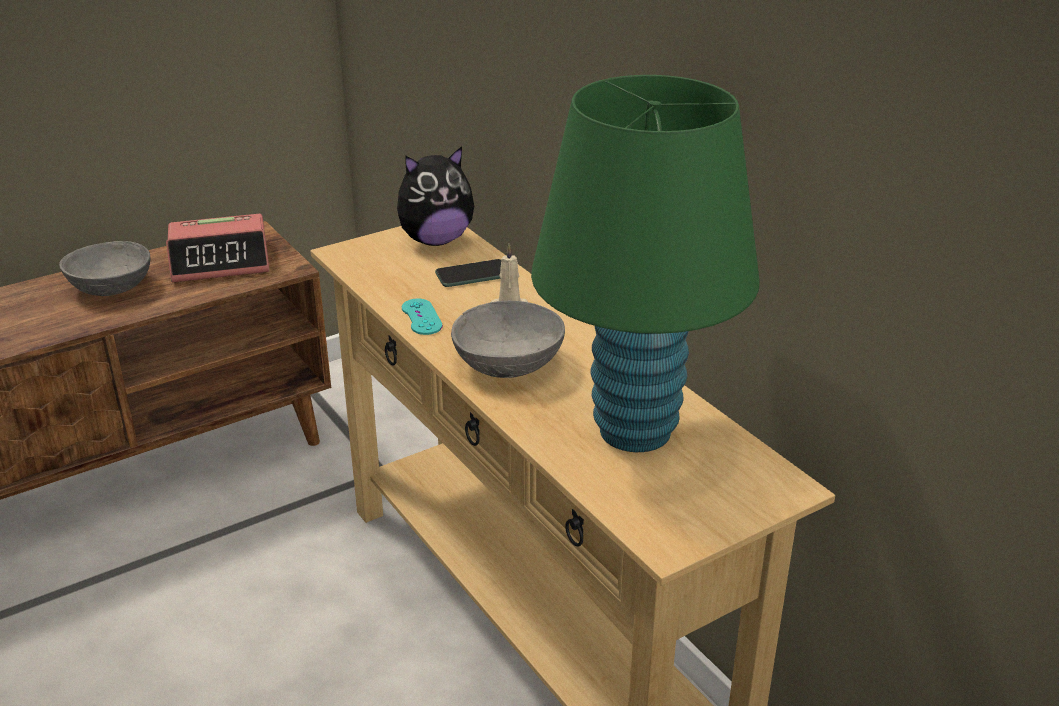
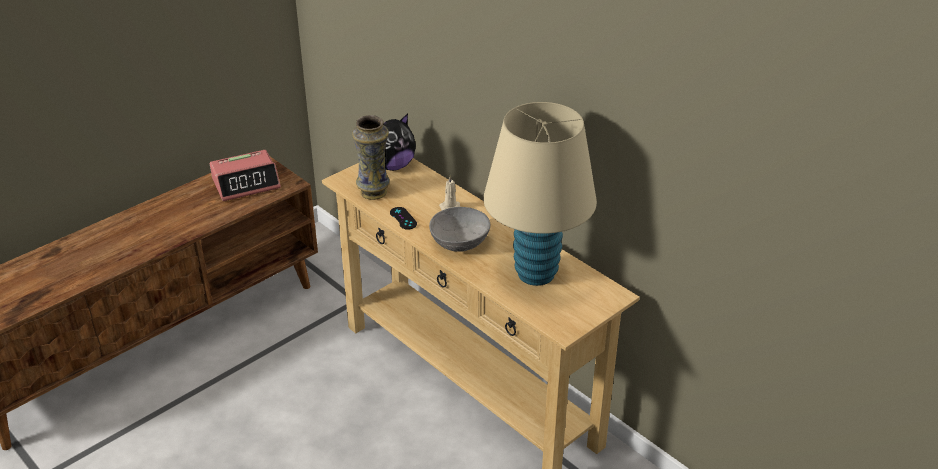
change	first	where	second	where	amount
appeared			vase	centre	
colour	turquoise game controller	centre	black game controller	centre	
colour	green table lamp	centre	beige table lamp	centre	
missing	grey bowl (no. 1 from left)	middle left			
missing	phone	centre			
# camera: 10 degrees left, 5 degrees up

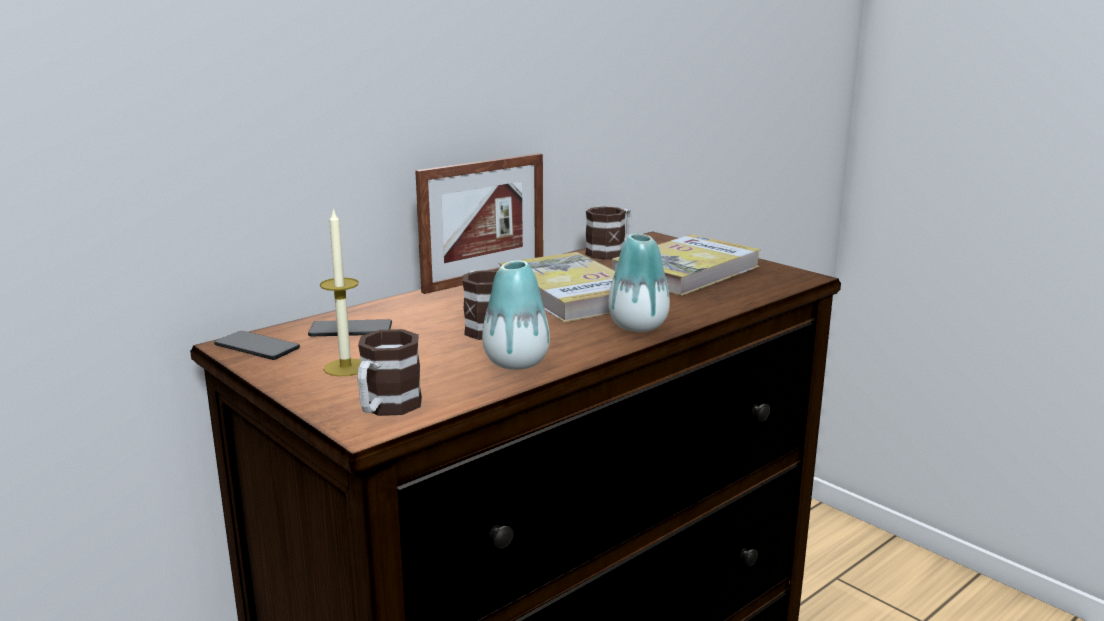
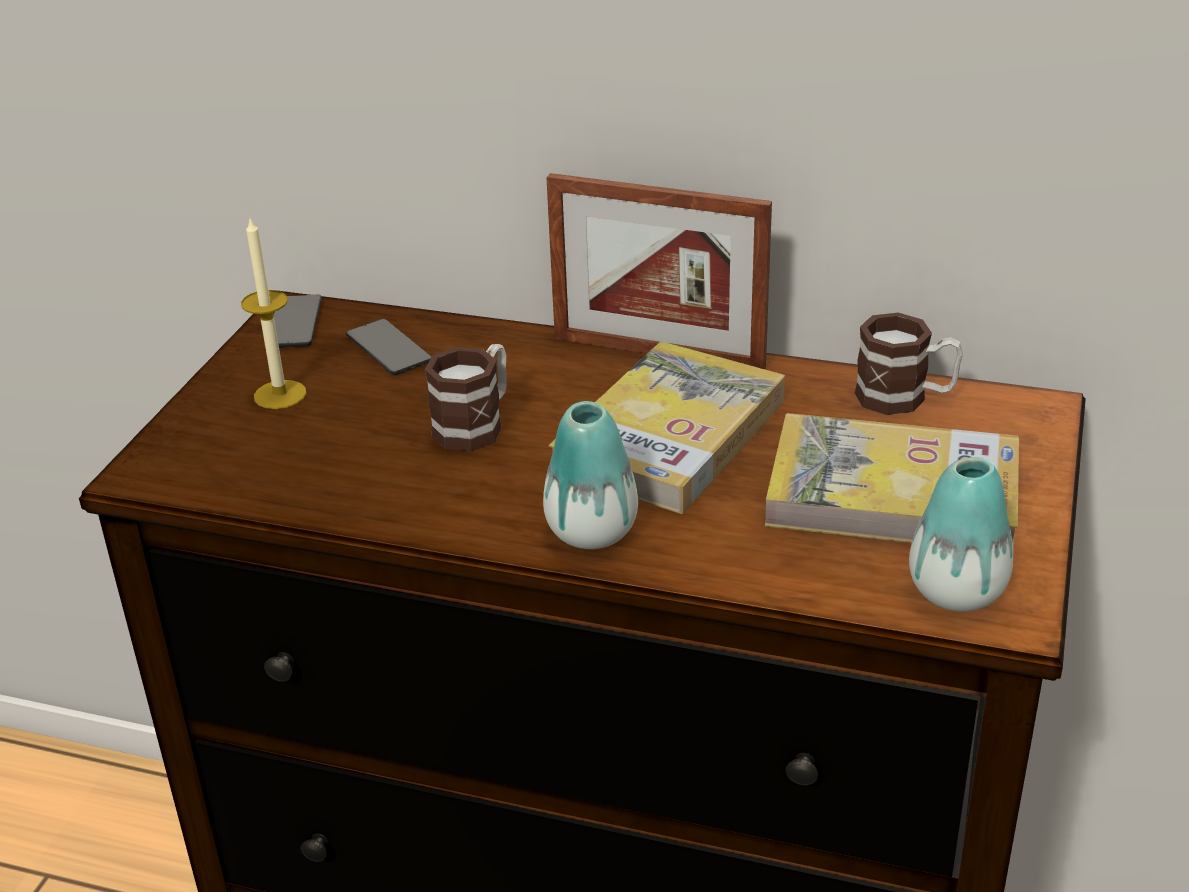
change	first	where	second	where	amount
relocated	vase (no. 1 from left in the first image)	centre	vase (no. 2 from left)	middle right	
missing	mug (no. 1 from left)	centre			
# camera: 60 degrees right, 15 degrees up

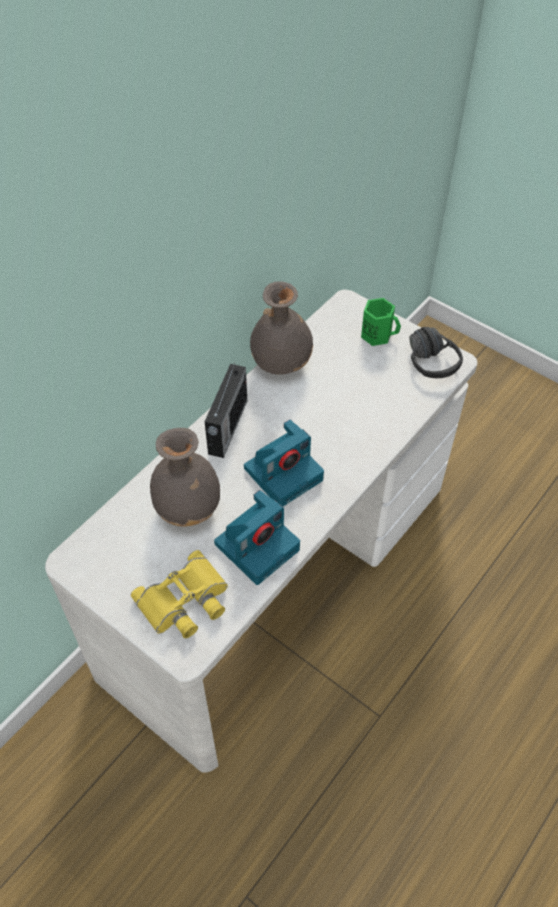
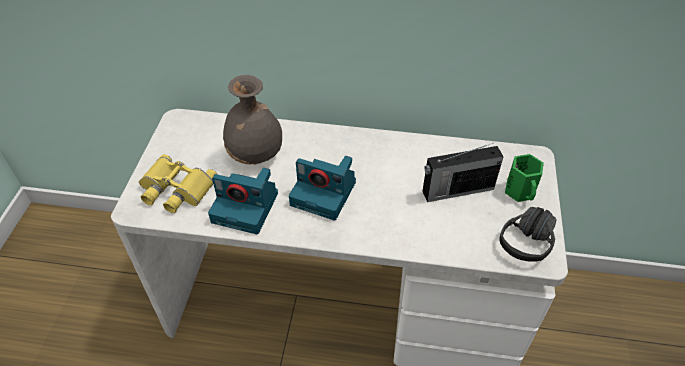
change	first	where	second	where	amount
relocated	radio	centre		middle right	
missing	grey vase (no. 2 from left)	centre			
# camera: 60 degrees right, 5 degrees down

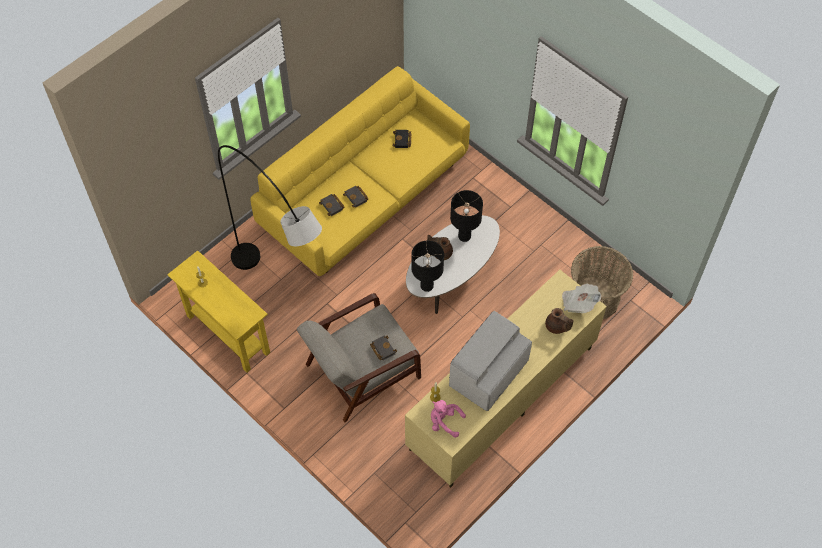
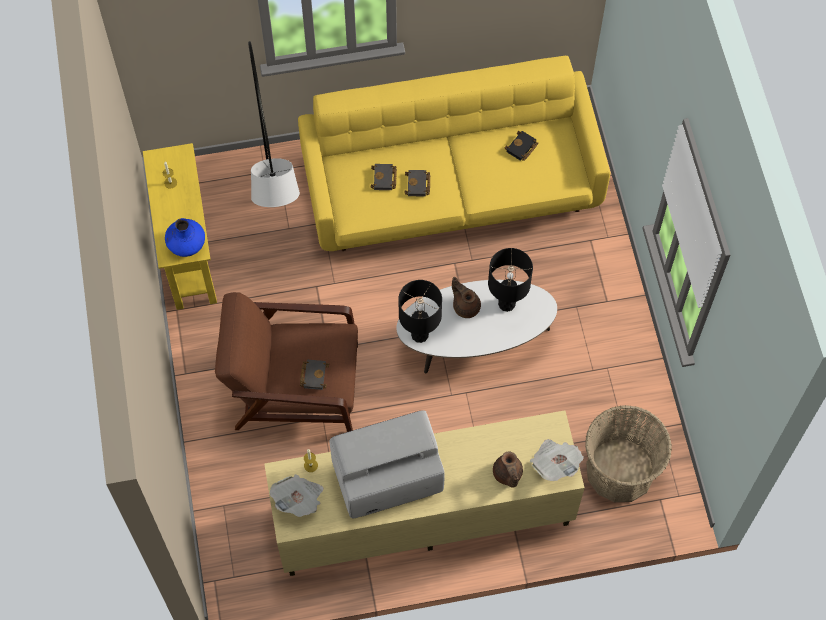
change	first	where	second	where	amount
appeared			blue vase	middle left	
colour	grey armchair	centre	brown armchair	centre	
exchanged	pink plush toy	bottom centre	newspaper (no. 1 from left)	bottom centre	
# camera: 35 degrees right, 5 degrees up

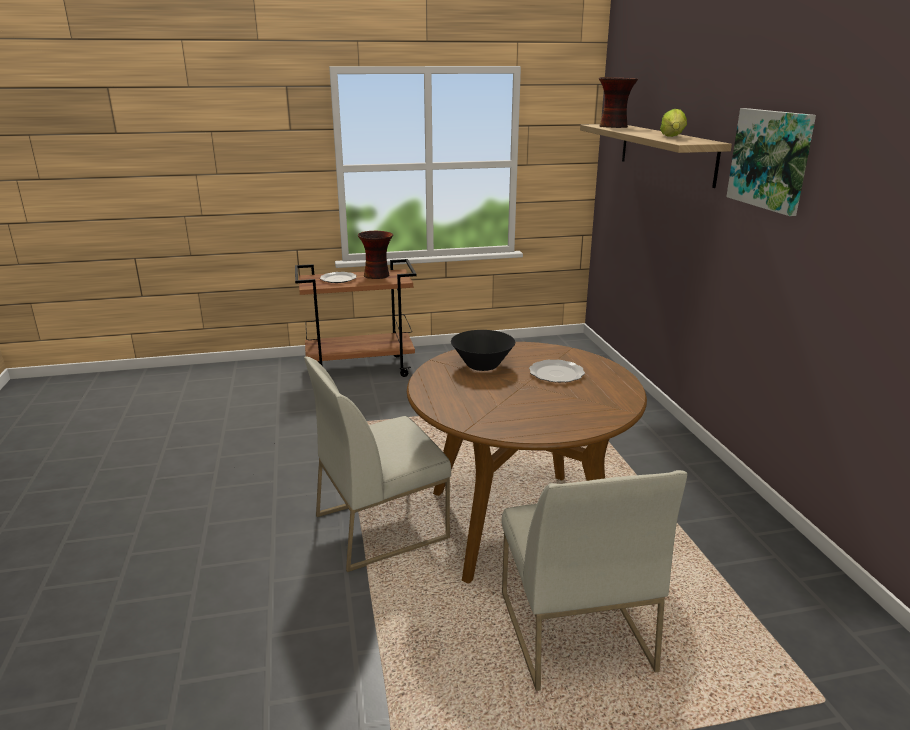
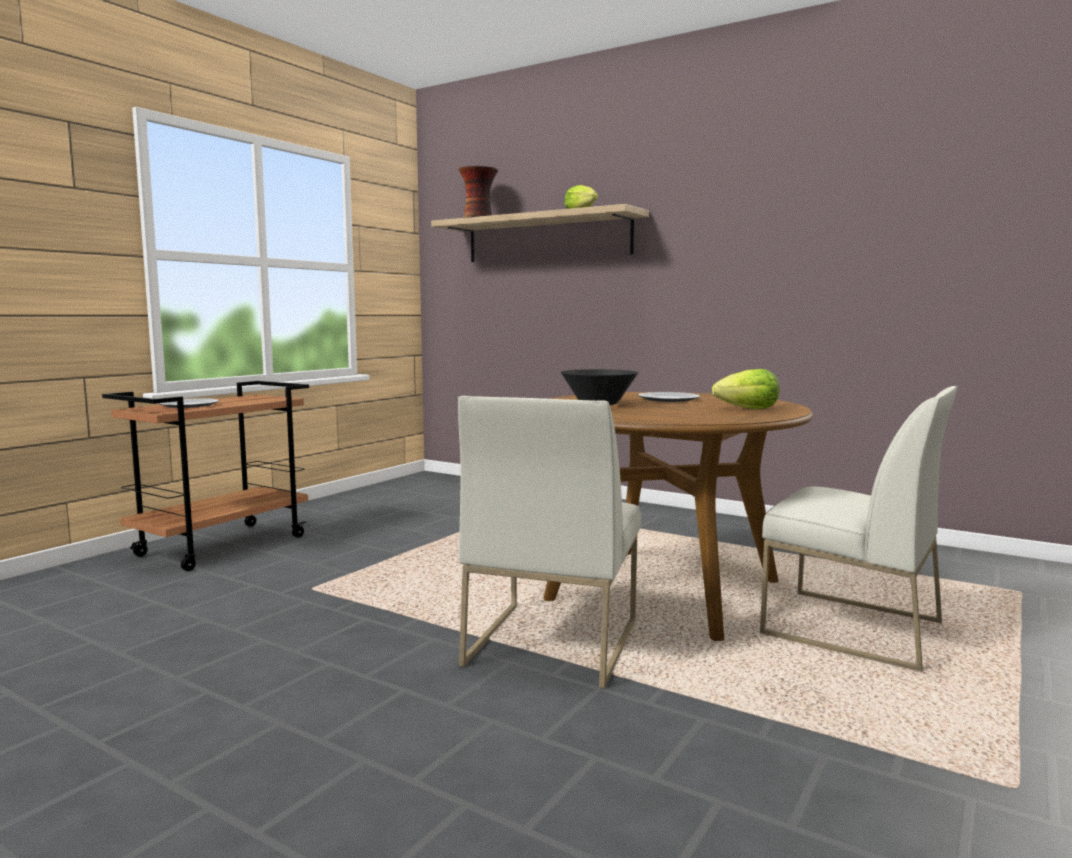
change	first	where	second	where	amount
appeared			lettuce (no. 2 from left)	middle right	
missing	vase (no. 1 from left)	centre			
missing	picture	top right			
# camera: 45 degrees left, 15 degrees down

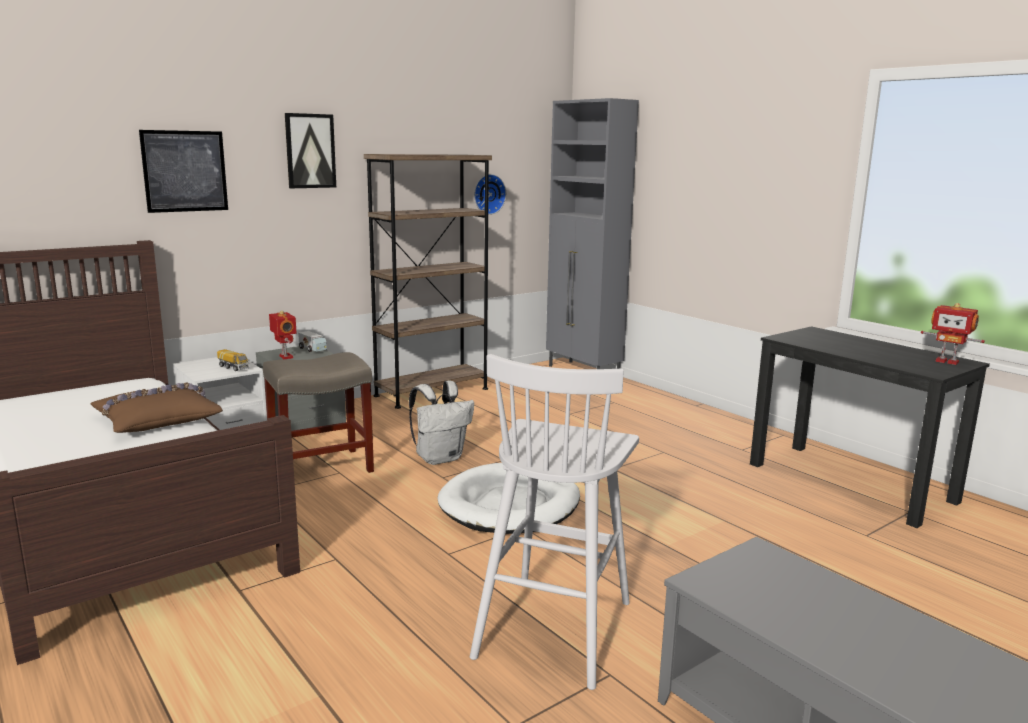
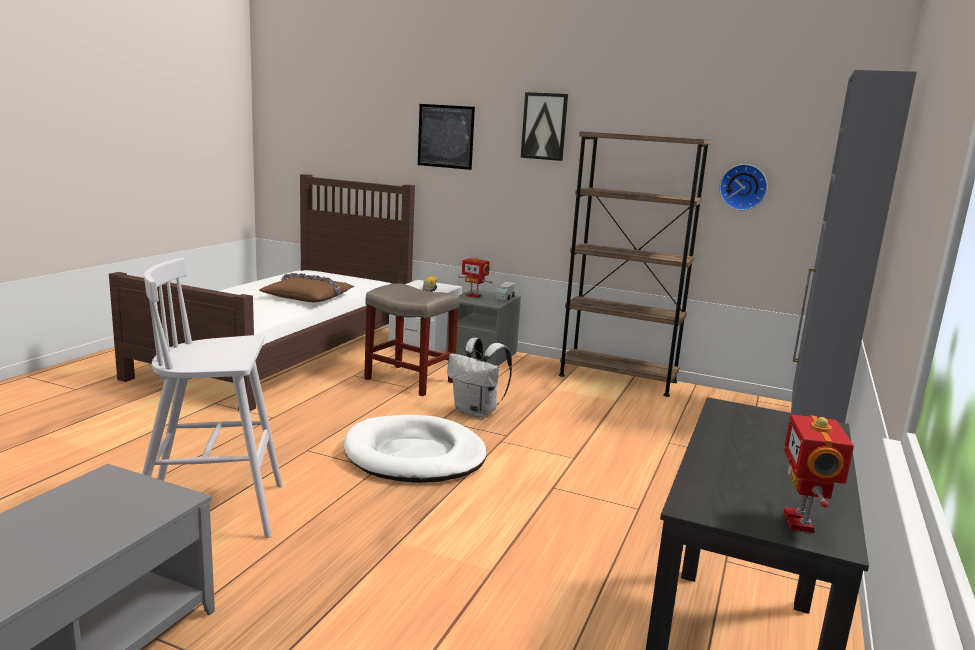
change	first	where	second	where	amount
spun	toy robot (no. 1 from left)	middle left		centre	90 degrees clockwise
# camera: 60 degrees right, 0 degrees up

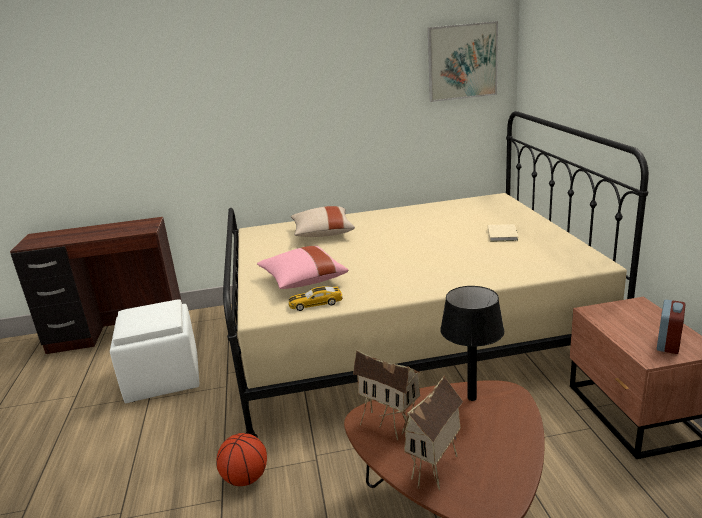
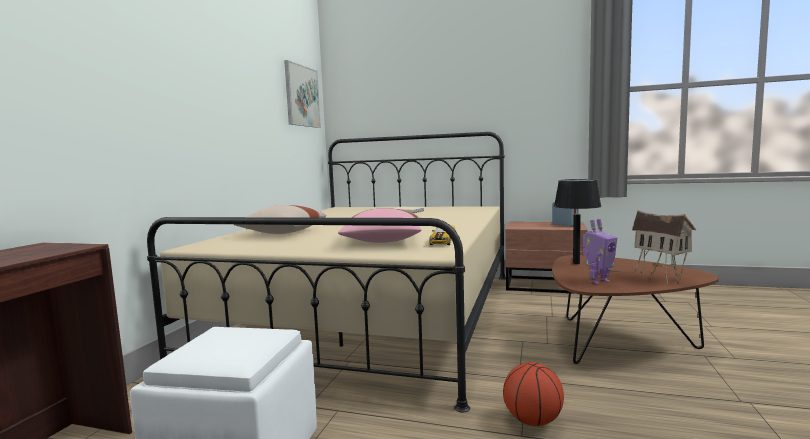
change	first	where	second	where	amount
exchanged	toy house (no. 1 from left)	bottom centre	toy robot	middle right	
# camera: 65 degrees left, 15 degrees down

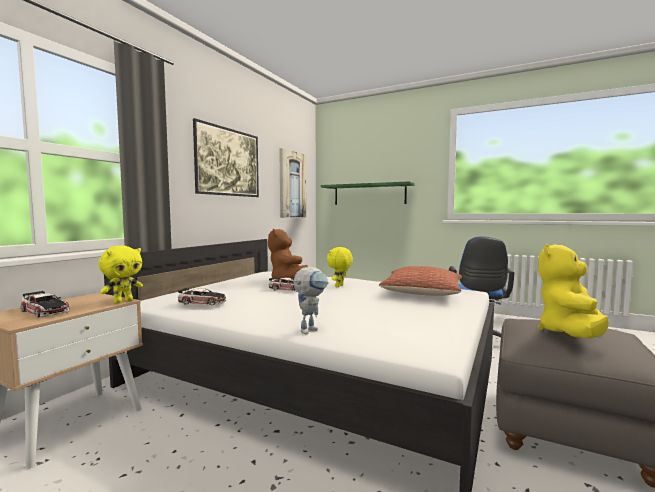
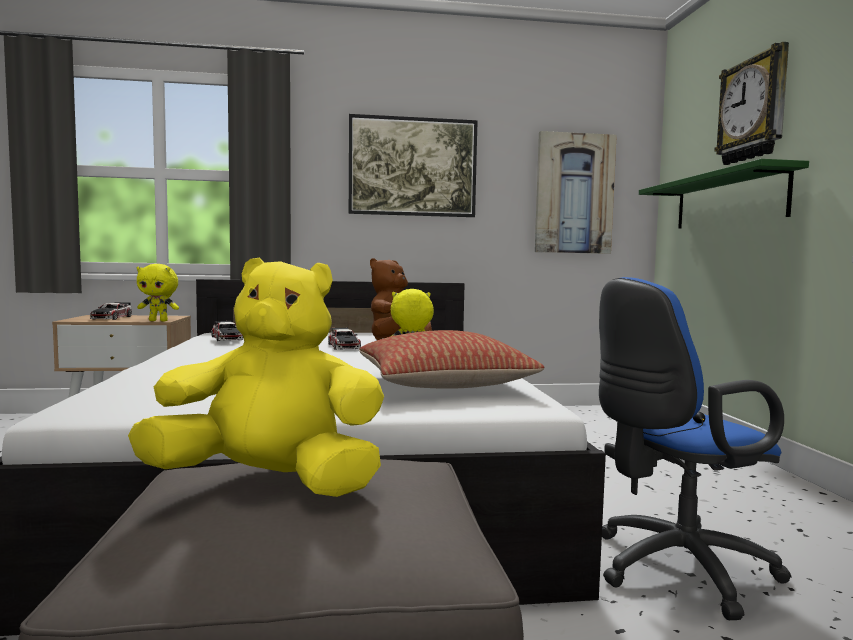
change	first	where	second	where	amount
appeared			wall clock	top right	
missing	toy robot	centre			
# camera: 55 degrees right, 0 degrees up

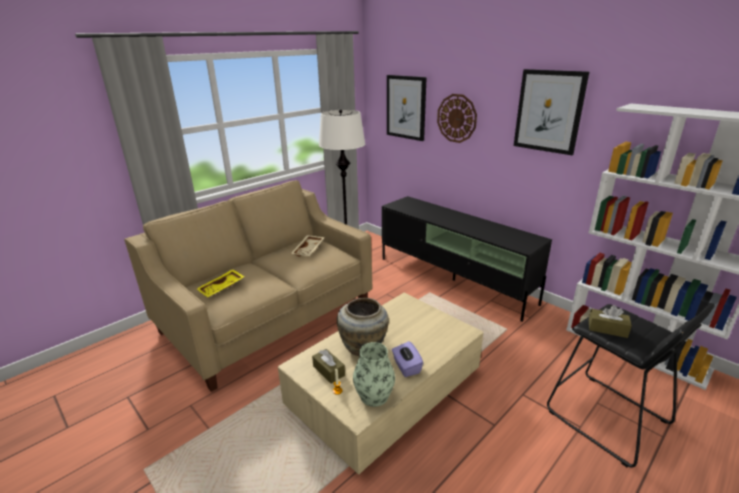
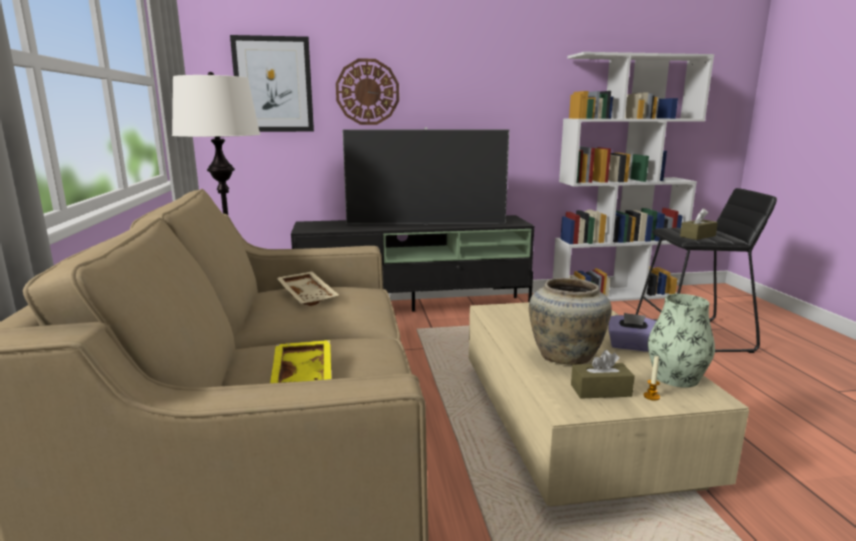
change	first	where	second	where	amount
appeared			television	top centre	
missing	picture (no. 2 from left)	top right			
# camera: 55 degrees left, 10 degrees down

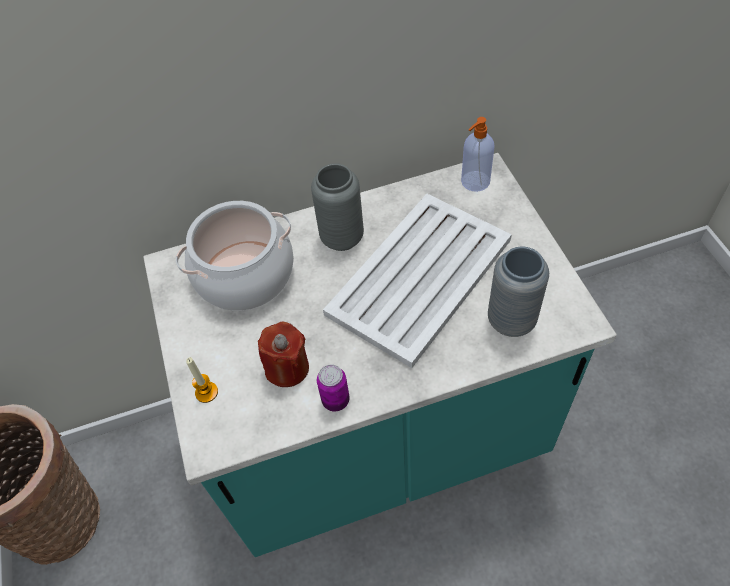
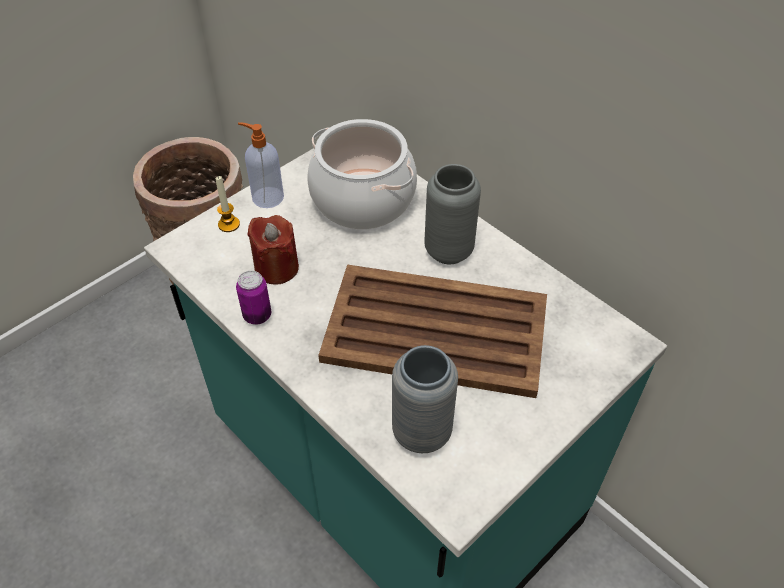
change	first	where	second	where	amount
relocated	soap dispenser	top centre		top left	
colour	white tray	centre	brown tray	centre	
# camera: 60 degrees right, 5 degrees down

